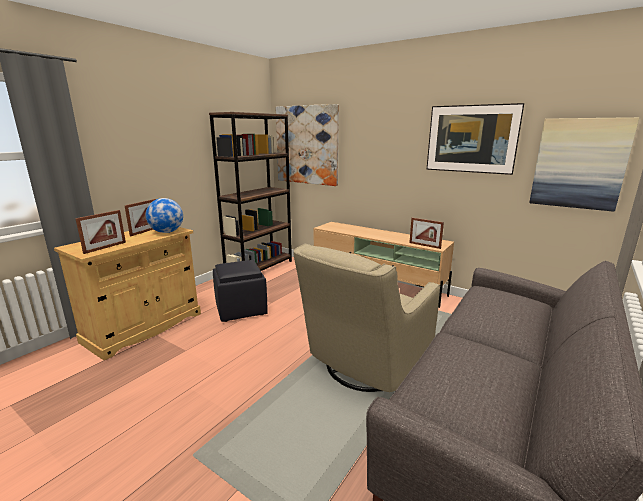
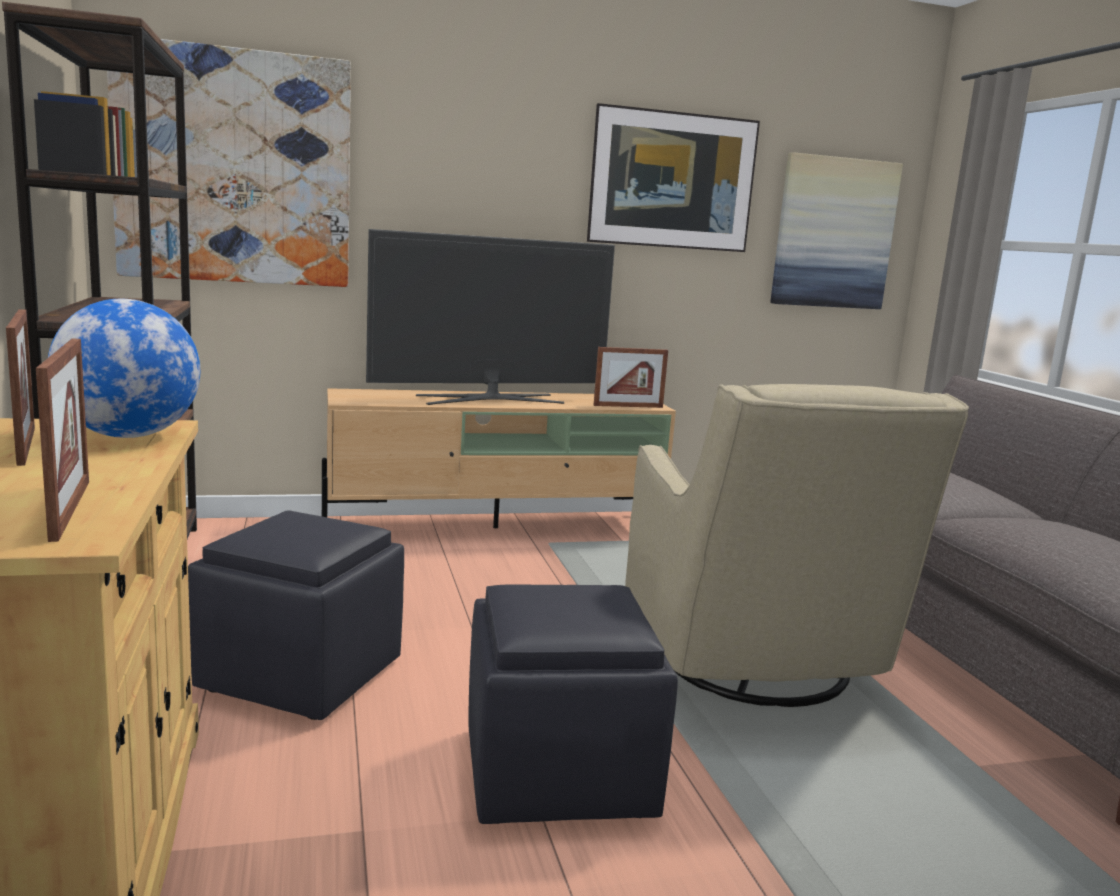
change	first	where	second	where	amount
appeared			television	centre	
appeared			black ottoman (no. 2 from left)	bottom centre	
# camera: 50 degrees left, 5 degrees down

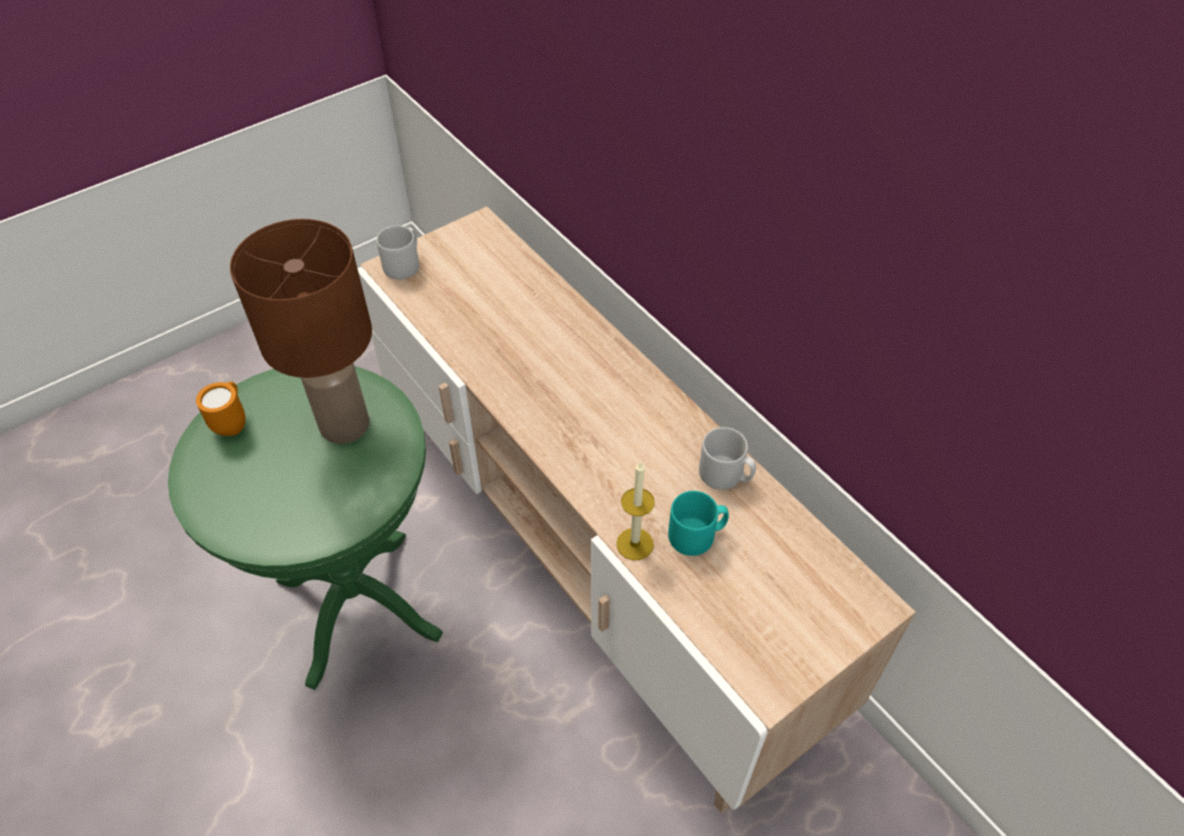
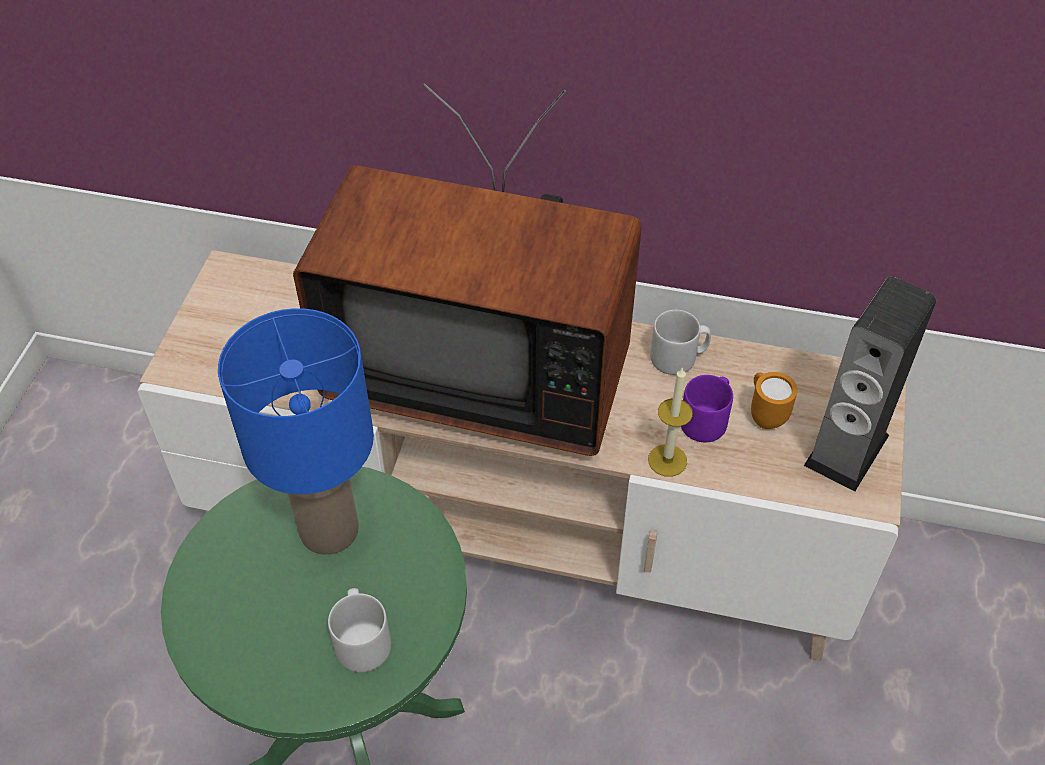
change	first	where	second	where	amount
colour	brown table lamp	middle left	blue table lamp	middle left	
appeared			television	centre	
relocated	grey mug (no. 1 from left)	top centre		bottom centre	
colour	turquoise mug	centre	purple mug	middle right	
relocated	orange mug	middle left		middle right	
appeared			speaker	middle right	
# camera: 40 degrees left, 0 degrees up

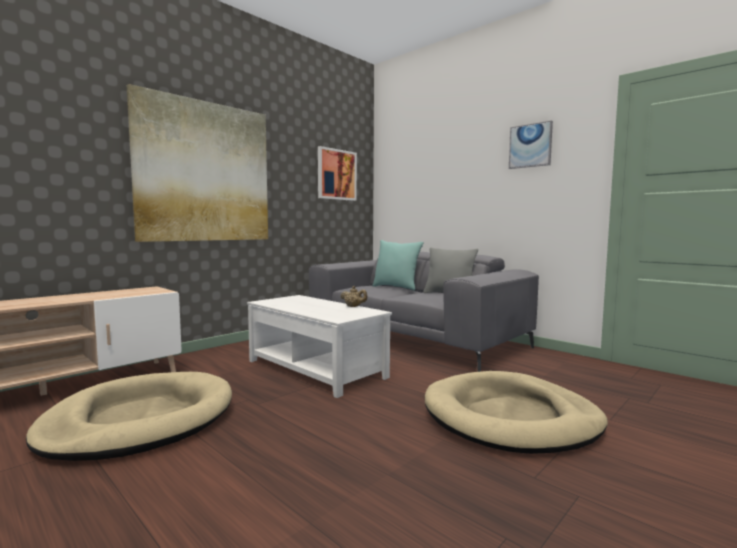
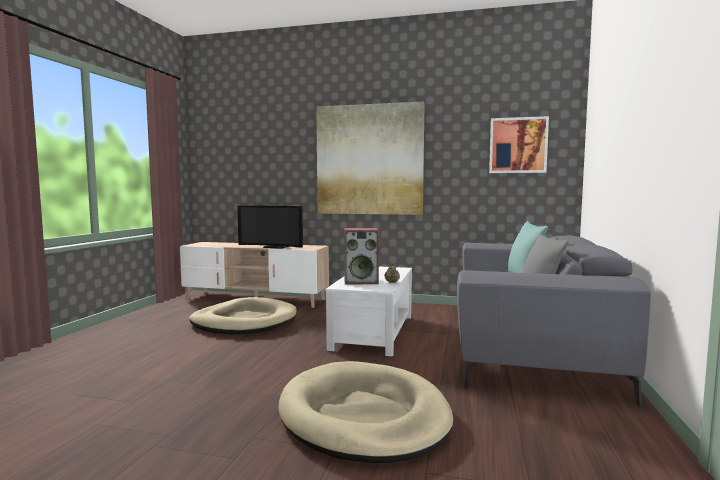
change	first	where	second	where	amount
appeared			television	centre	
appeared			speaker	centre	
missing	picture (no. 3 from left)	top right			
# camera: 60 degrees right, 0 degrees up

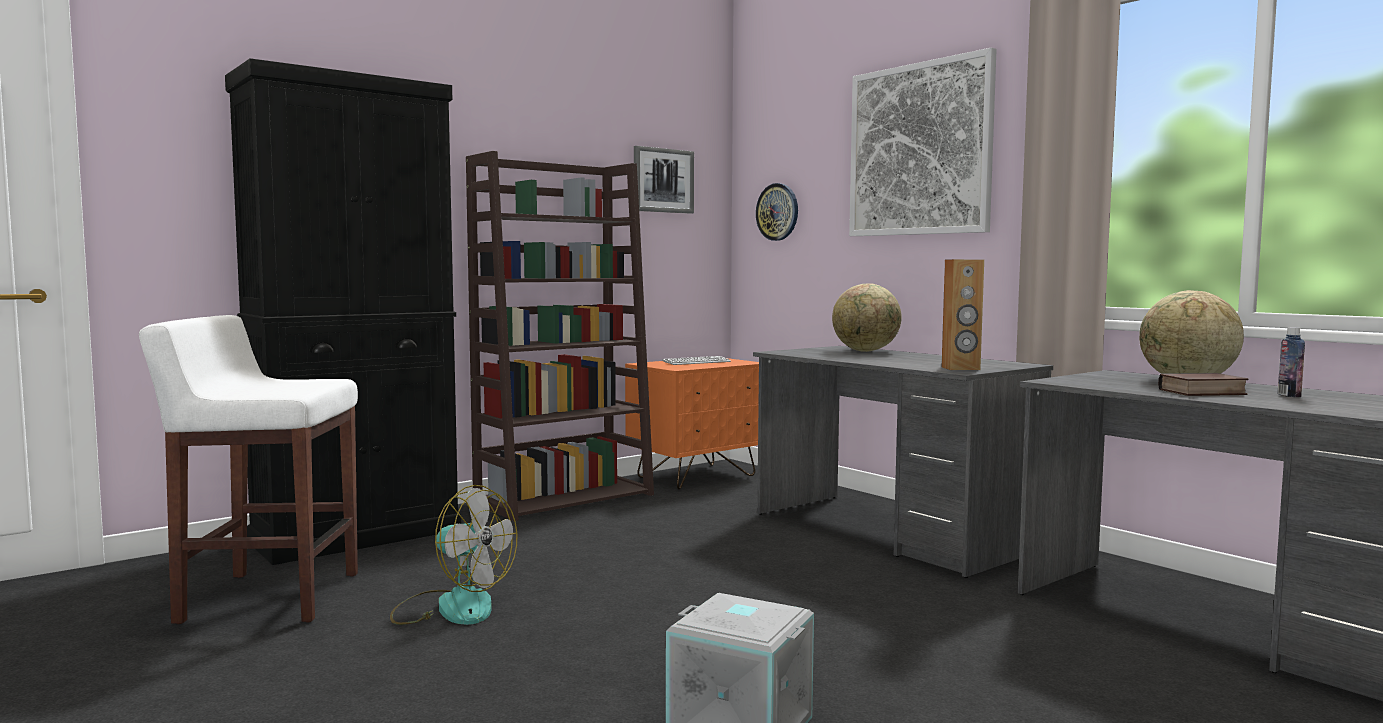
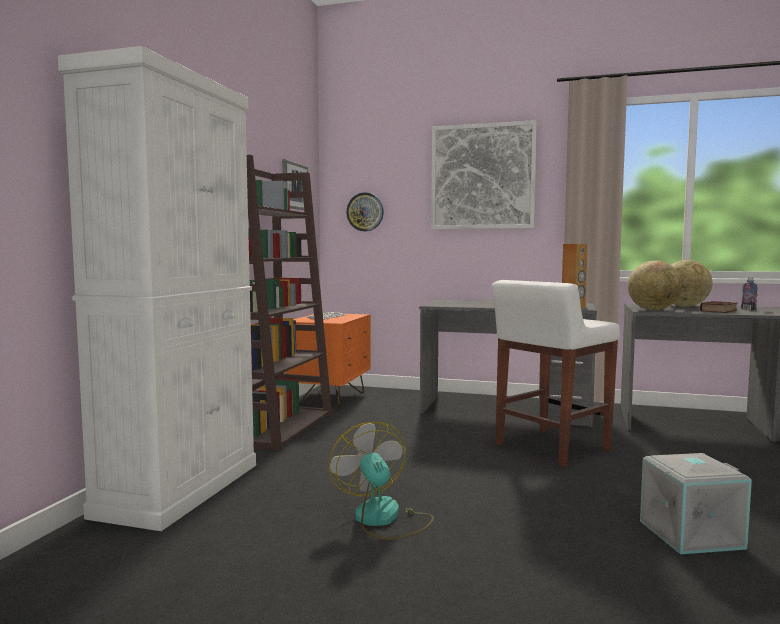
change	first	where	second	where	amount
colour	black cabinet	middle left	white cabinet	middle left	
spun	fan	bottom left		bottom centre	105 degrees counterclockwise
relocated	white stool	middle left		middle right	
relocated	globe (no. 1 from left)	centre		middle right	
# camera: 35 degrees left, 0 degrees up

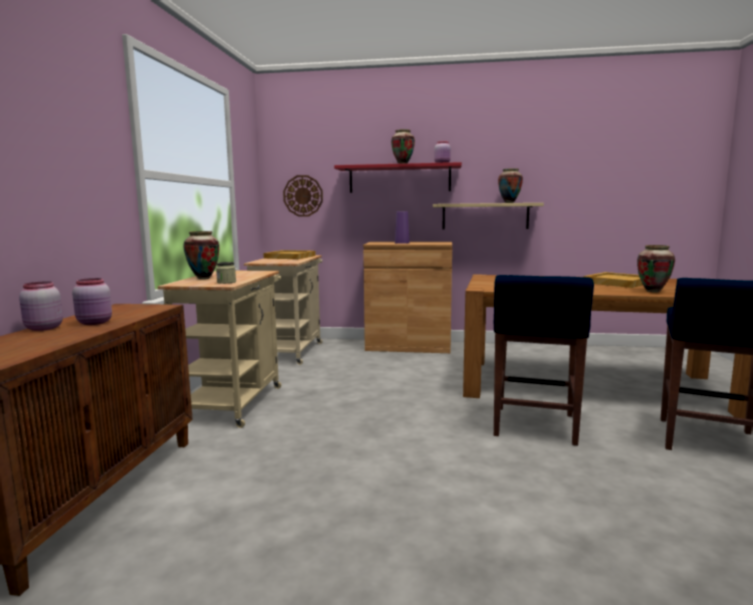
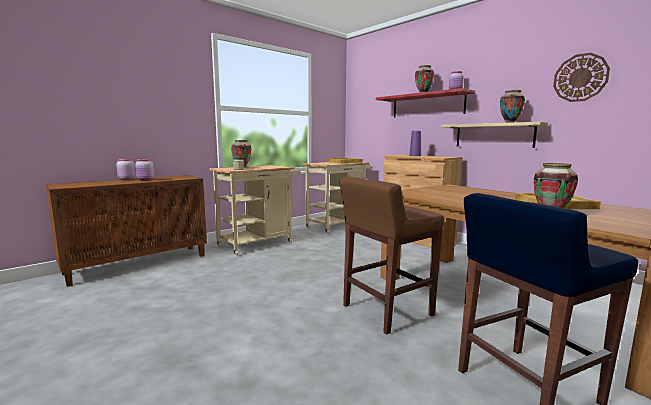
change	first	where	second	where	amount
colour	blue stool (no. 1 from left)	middle right	brown stool	centre	
relocated	wall clock	top centre		top right	
# camera: 40 degrees right, 0 degrees up

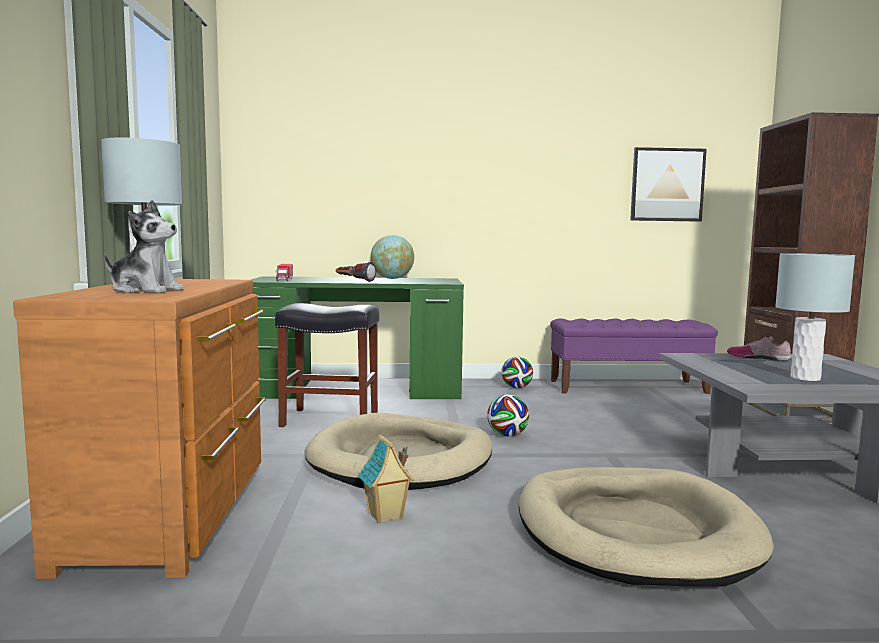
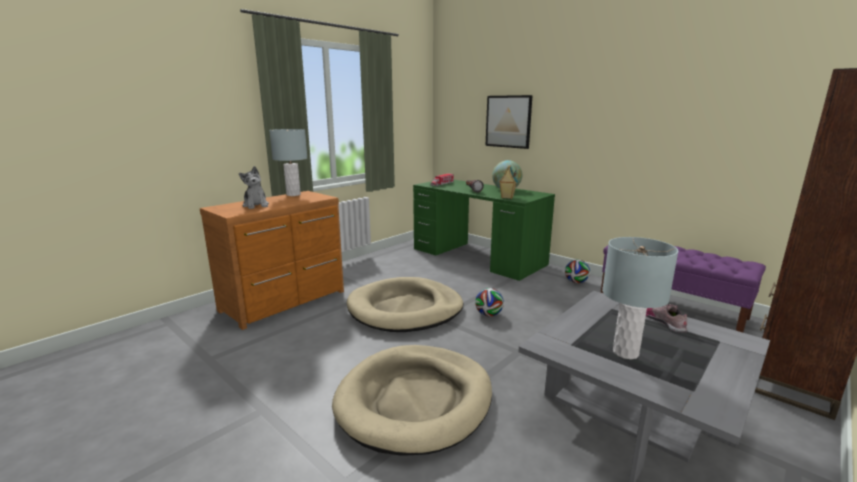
change	first	where	second	where	amount
relocated	picture	top right		top centre	
relocated	toy house	bottom centre		centre	
missing	black stool	centre			
# camera: 45 degrees right, 10 degrees up

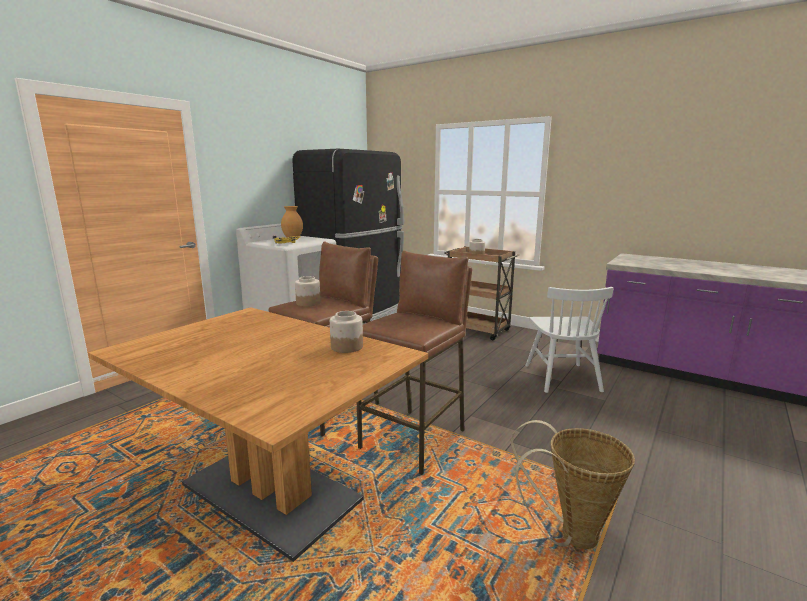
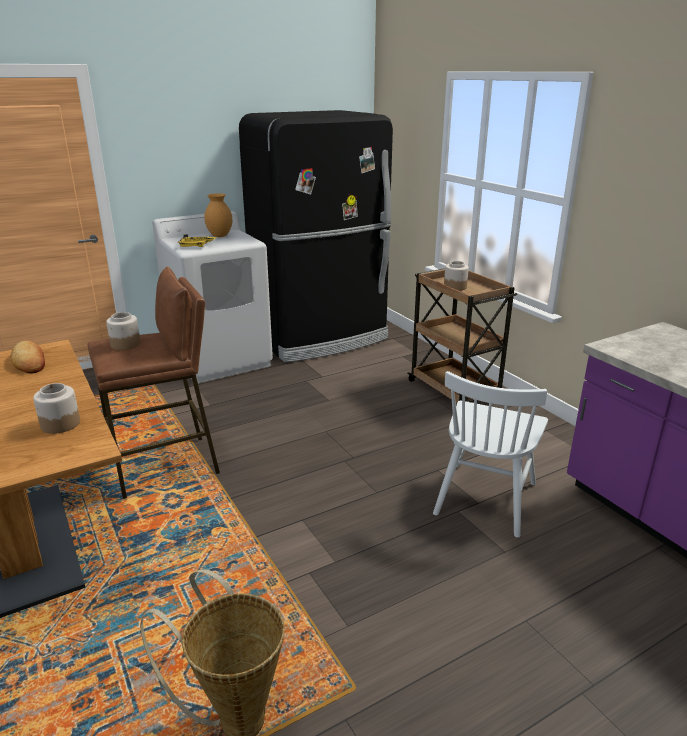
change	first	where	second	where	amount
appeared			bread	middle left	
missing	brown stool (no. 2 from left)	centre			
# camera: 25 degrees right, 10 degrees up

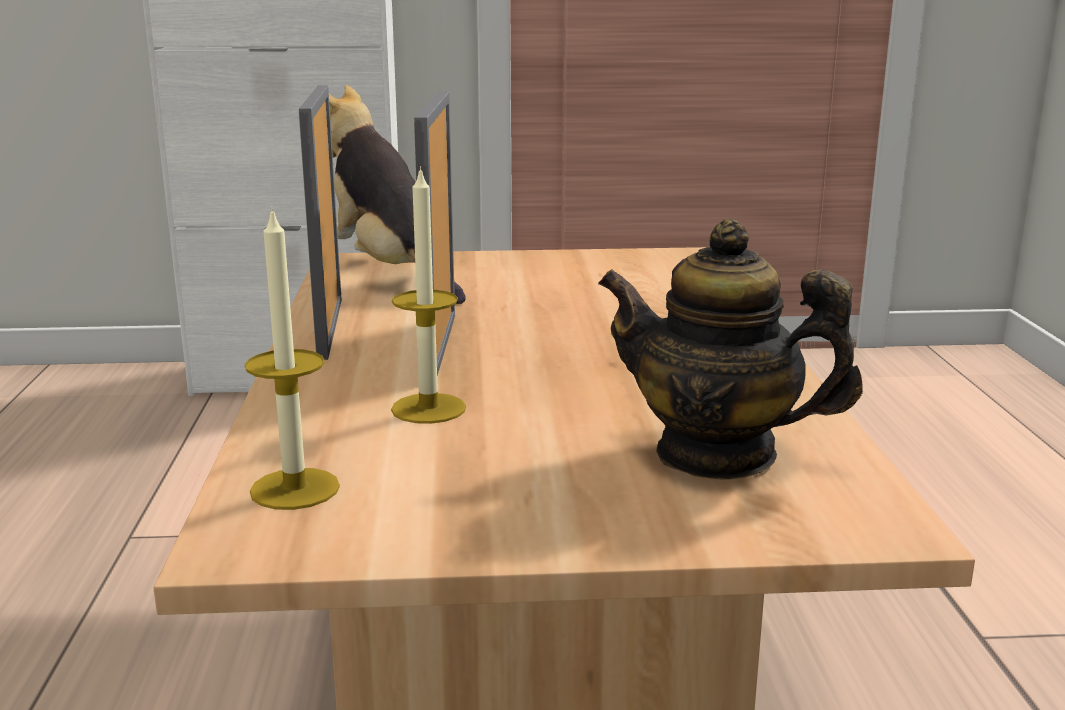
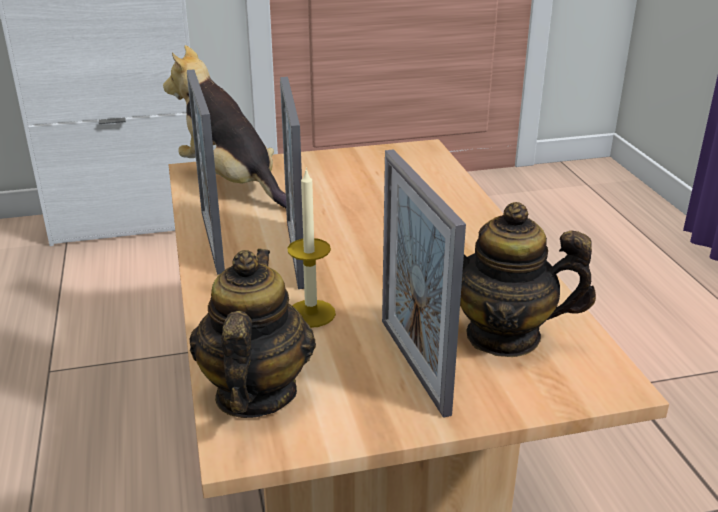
change	first	where	second	where	amount
exchanged	candle (no. 1 from left)	middle left	teapot (no. 1 from left)	centre	
appeared			picture frame (no. 3 from left)	centre	
# camera: 10 degrees left, 10 degrees up

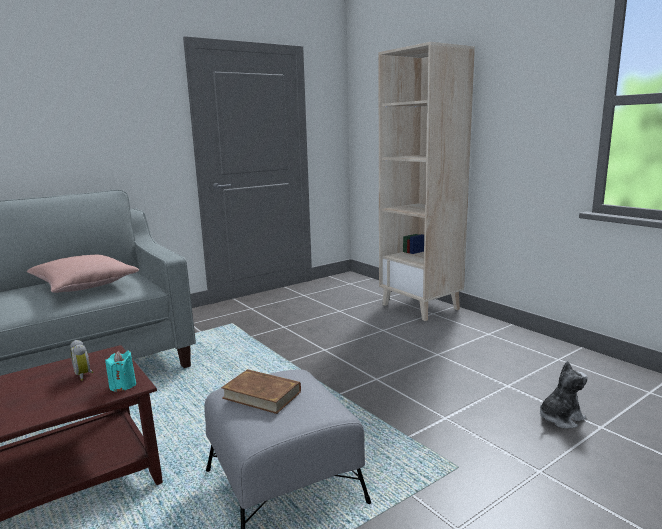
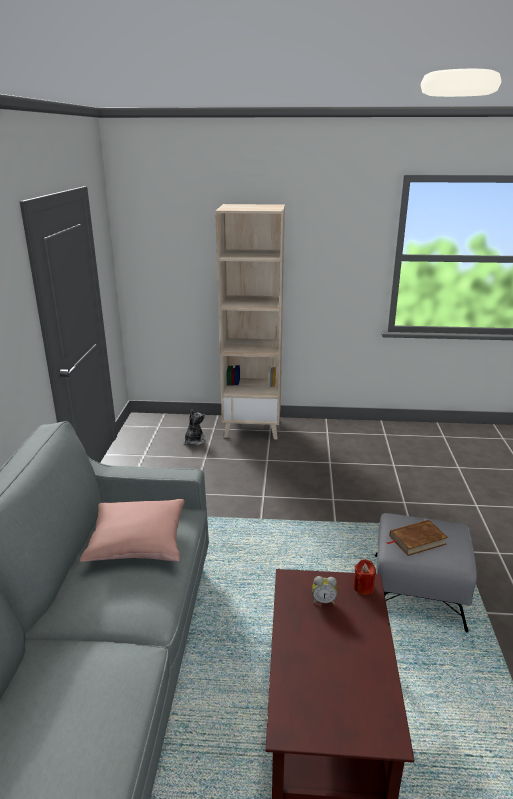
change	first	where	second	where	amount
relocated	plush toy	bottom right		centre	
colour	turquoise candle	bottom left	red candle	bottom right	
# camera: 50 degrees left, 10 degrees up

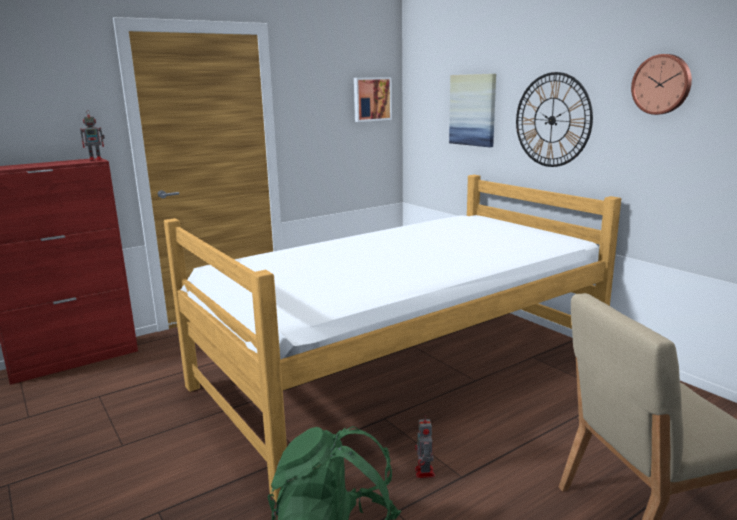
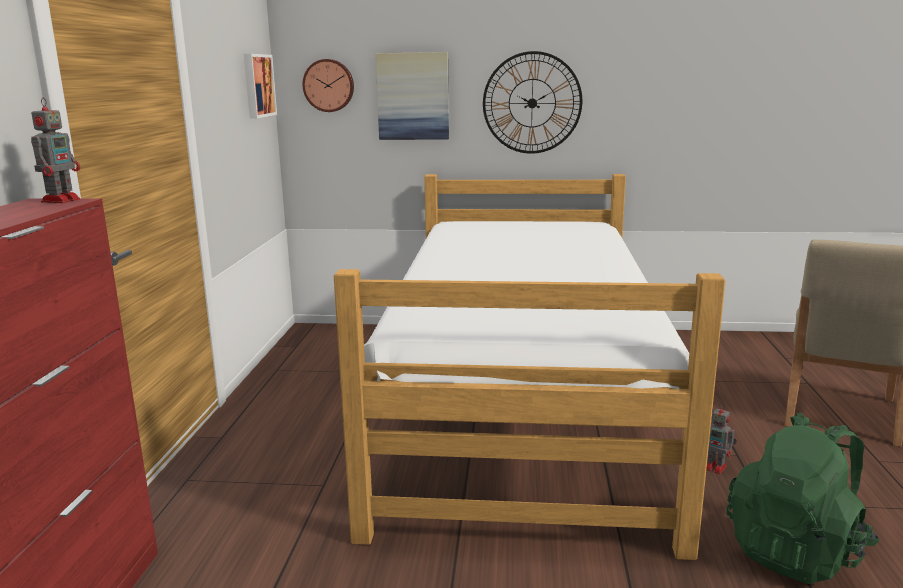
change	first	where	second	where	amount
relocated	wall clock (no. 2 from left in the first image)	top right	wall clock (no. 1 from left)	top centre	
# camera: 50 degrees left, 0 degrees up

